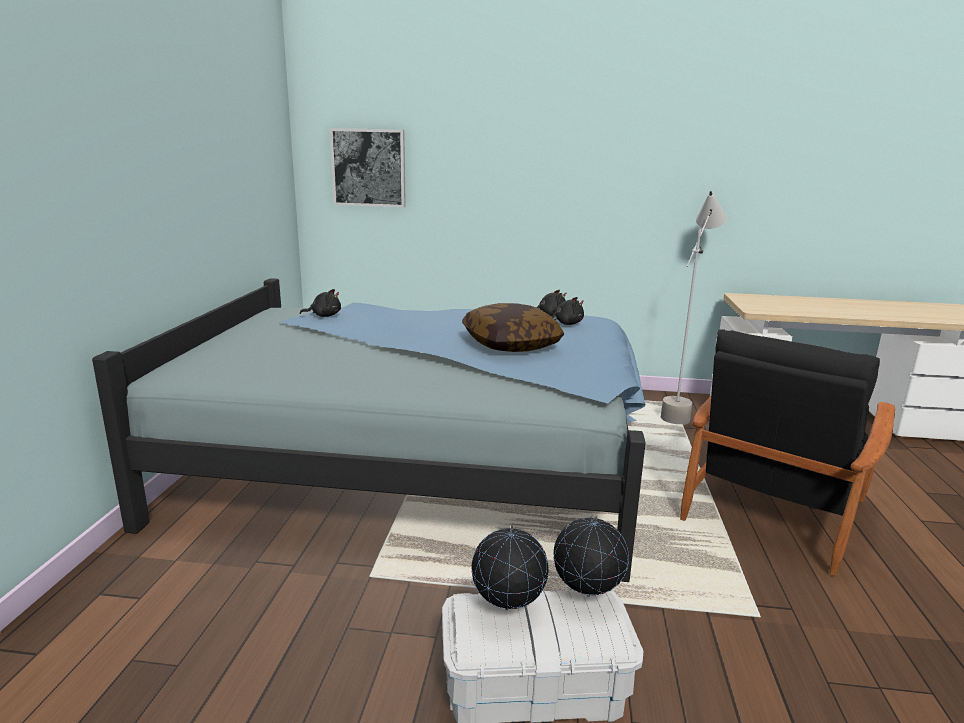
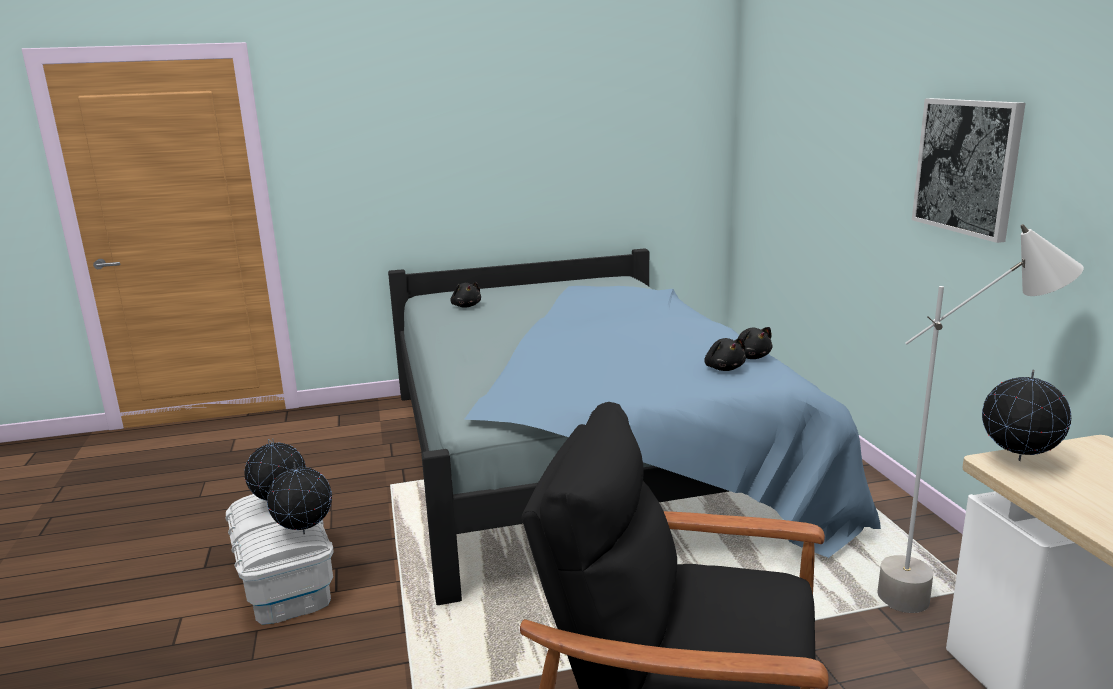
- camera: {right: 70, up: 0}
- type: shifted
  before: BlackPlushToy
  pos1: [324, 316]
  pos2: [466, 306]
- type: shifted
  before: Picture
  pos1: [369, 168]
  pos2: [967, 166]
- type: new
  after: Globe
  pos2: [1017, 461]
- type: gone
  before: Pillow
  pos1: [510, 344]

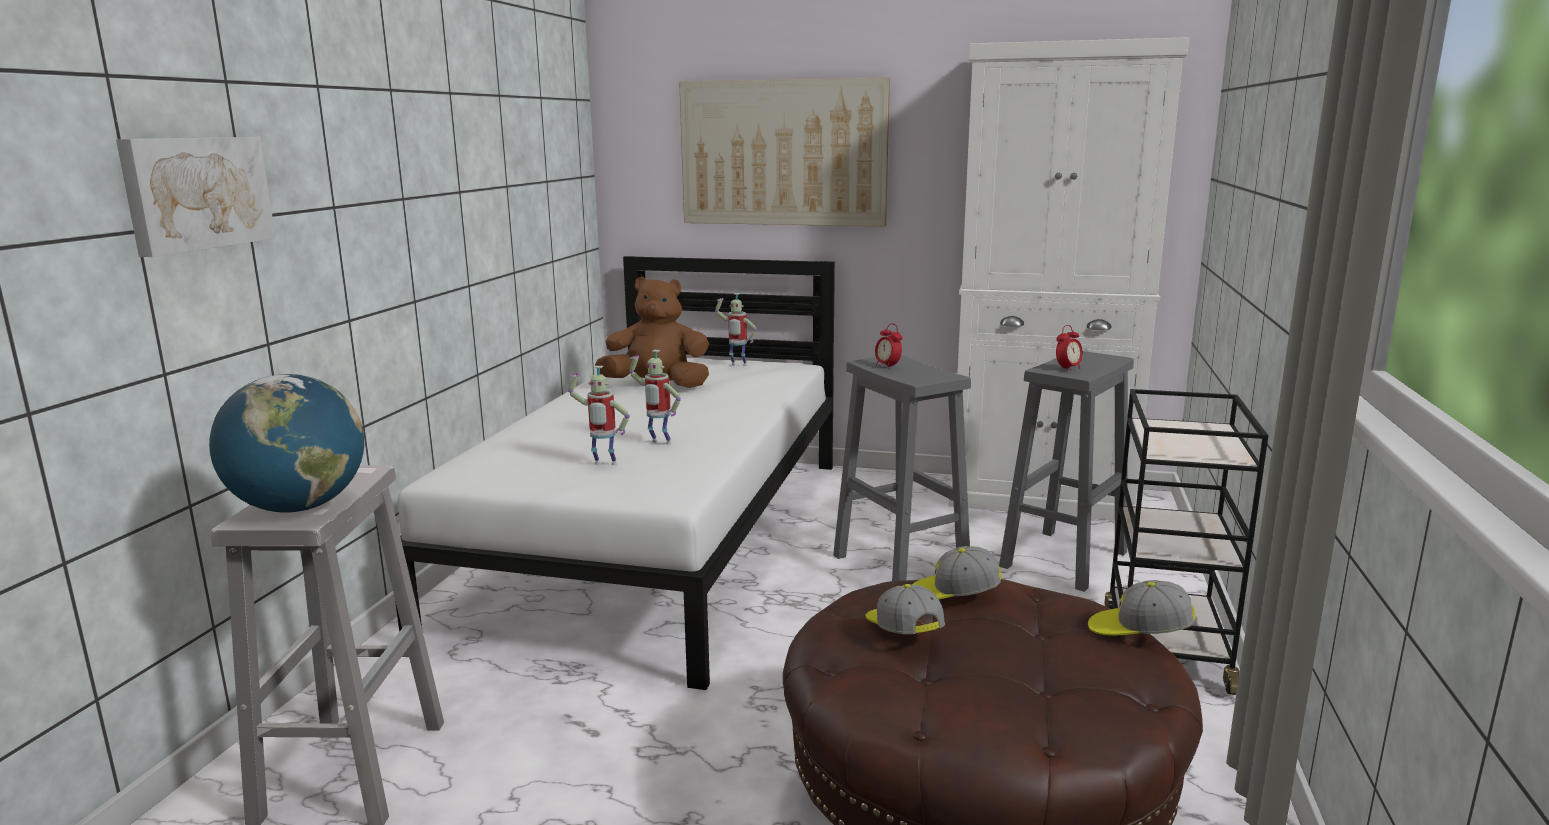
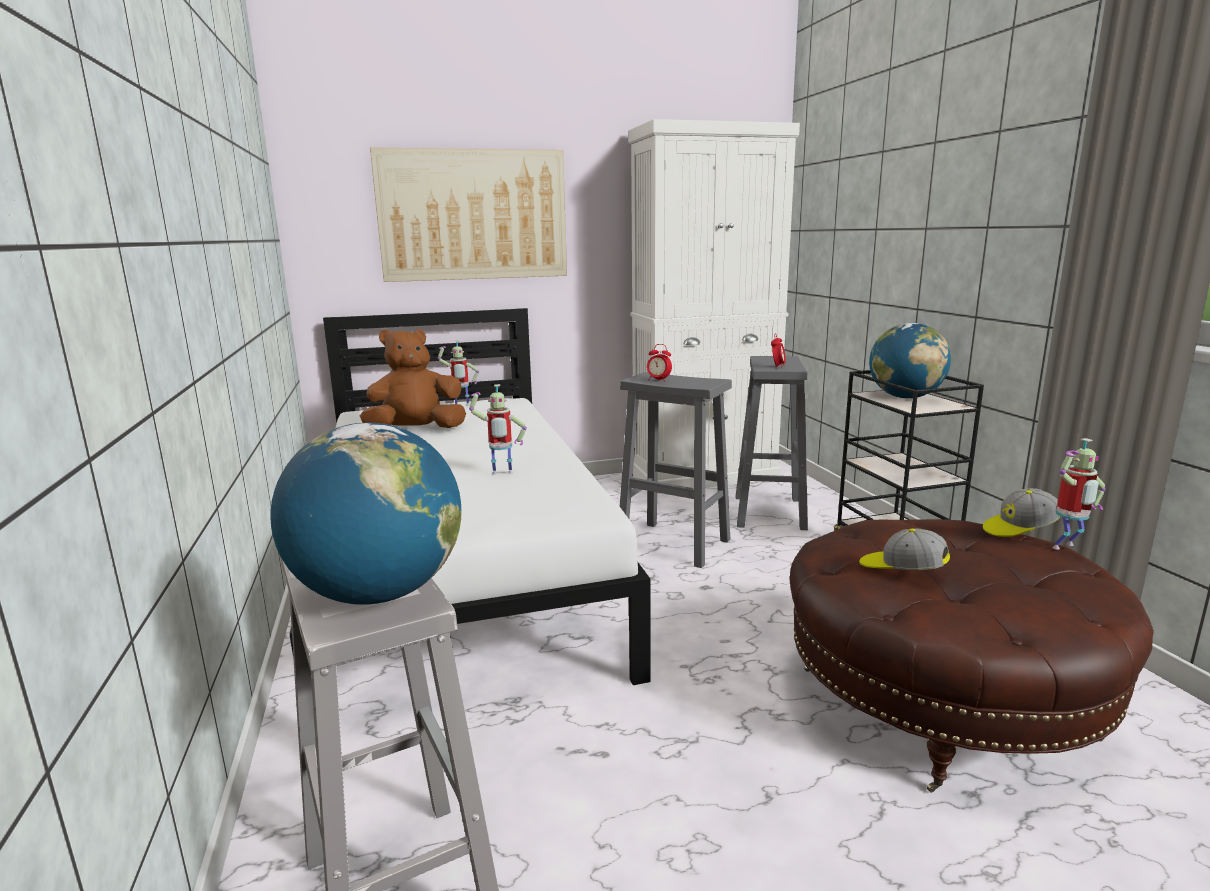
- camera: {right: -30, up: 0}
- type: new
  after: Globe
  pos2: [905, 397]
- type: shifted
  before: ToyRobot
  pos1: [603, 465]
  pos2: [1066, 548]
- type: gone
  before: Picture
  pos1: [196, 193]
- type: gone
  before: Cap
  pos1: [953, 595]

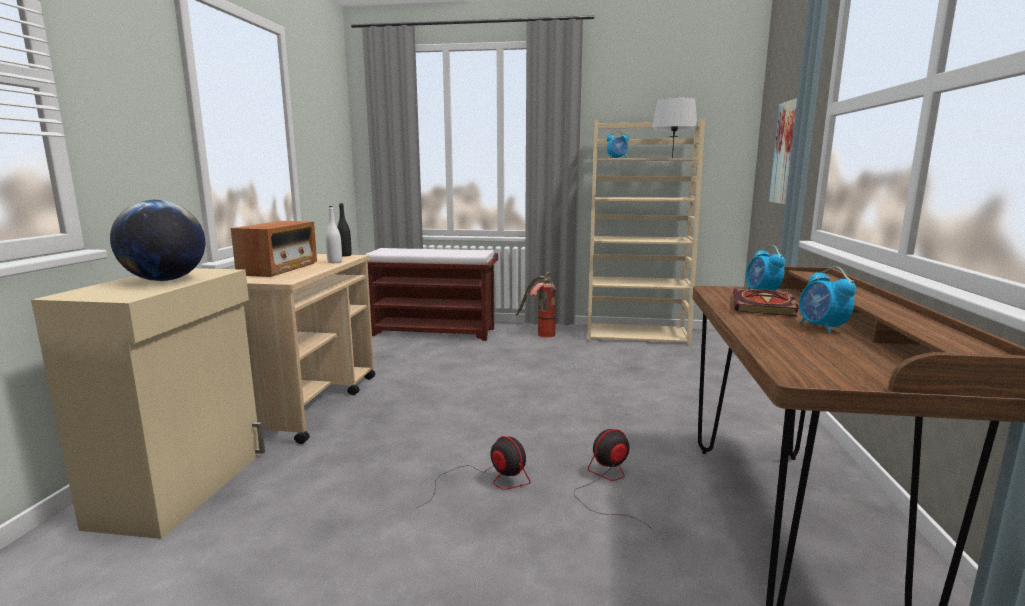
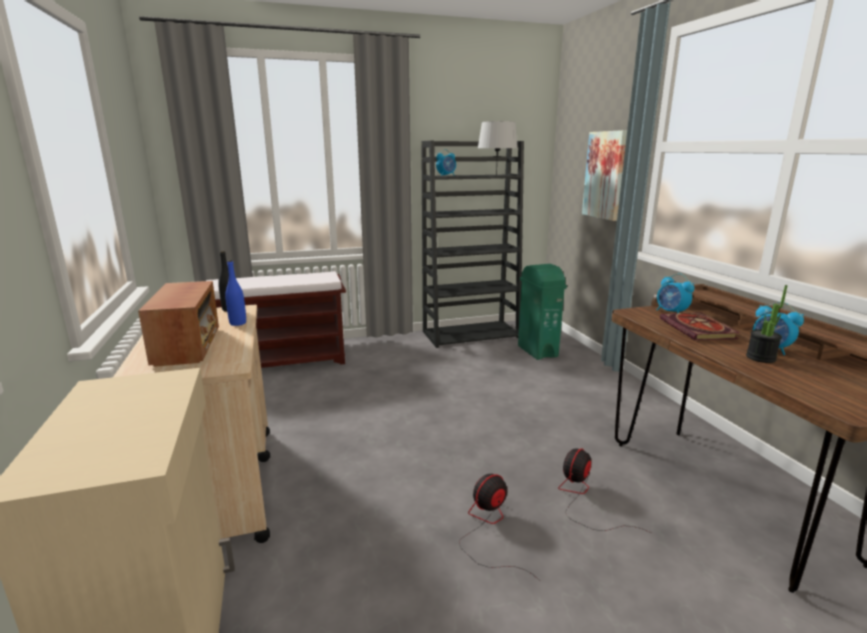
- camera: {right: -25, up: 5}
- type: repainted
  before: WhiteBottle
  after: BlueBottle
  pos1: [335, 262]
  pos2: [238, 323]
- type: repainted
  before: BeigeBookcase
  after: BlackBookcase
  pos1: [637, 335]
  pos2: [471, 334]
- type: rotated
  before: Fan
  pos1: [487, 481]
  pos2: [489, 528]
  turn: -60
- type: new
  after: GreenTrashCan
  pos2: [537, 351]
- type: new
  after: PottedPlant
  pos2: [760, 358]
- type: gone
  before: Globe
  pos1: [165, 280]
- type: gone
  before: FireExtinguisher
  pos1: [539, 334]

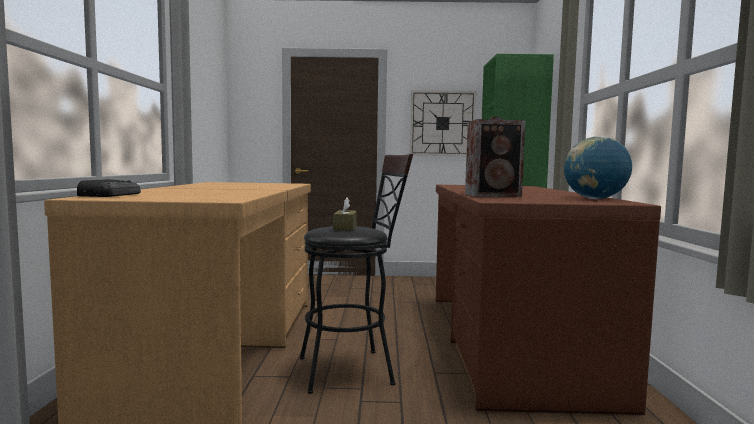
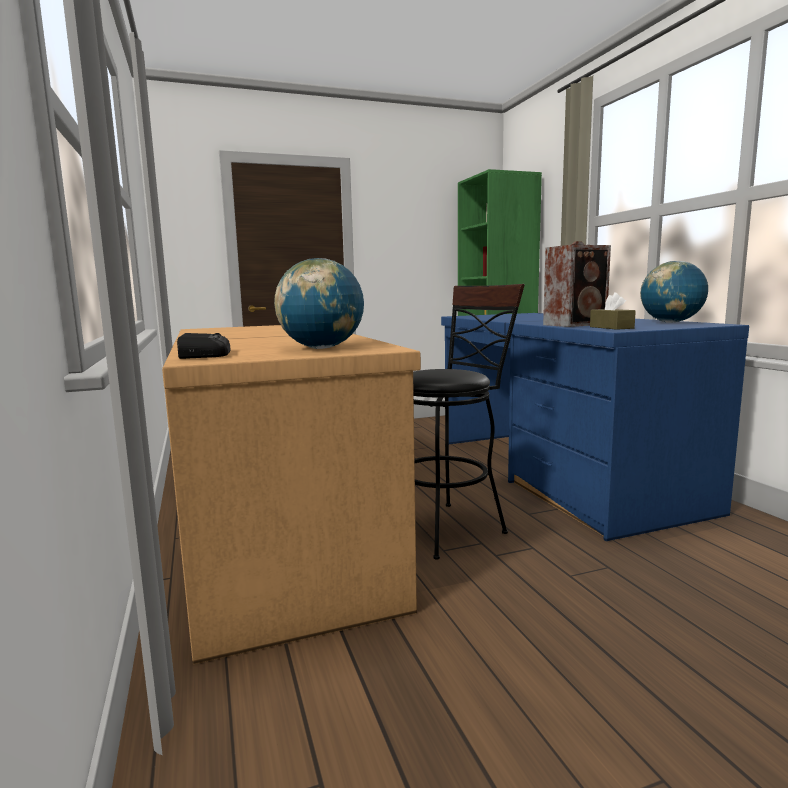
- camera: {right: -20, up: 5}
- type: new
  after: Globe
  pos2: [321, 348]
- type: repainted
  before: BrownDesk
  after: BlueDesk
  pos1: [507, 342]
  pos2: [556, 473]
- type: shifted
  before: BrownTissueBox
  pos1: [345, 227]
  pos2: [611, 327]
- type: gone
  before: WallClock
  pos1: [442, 123]

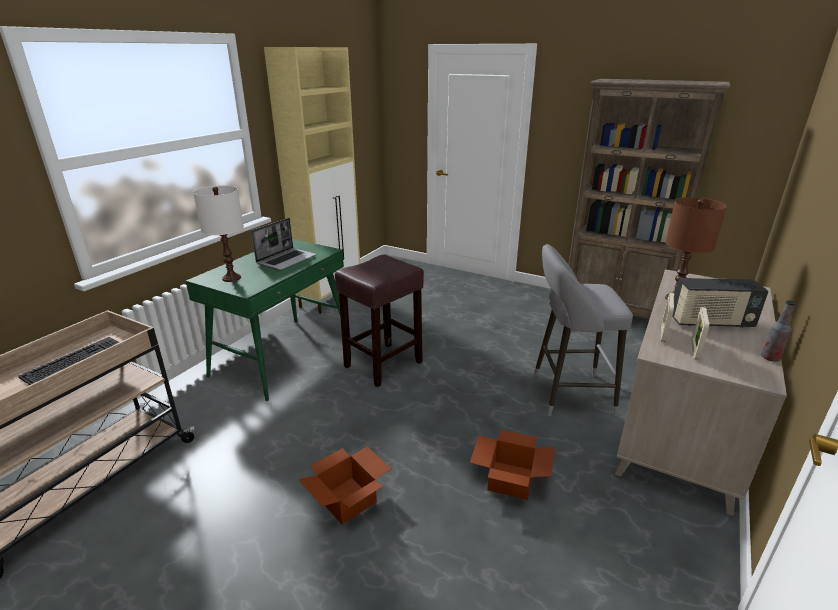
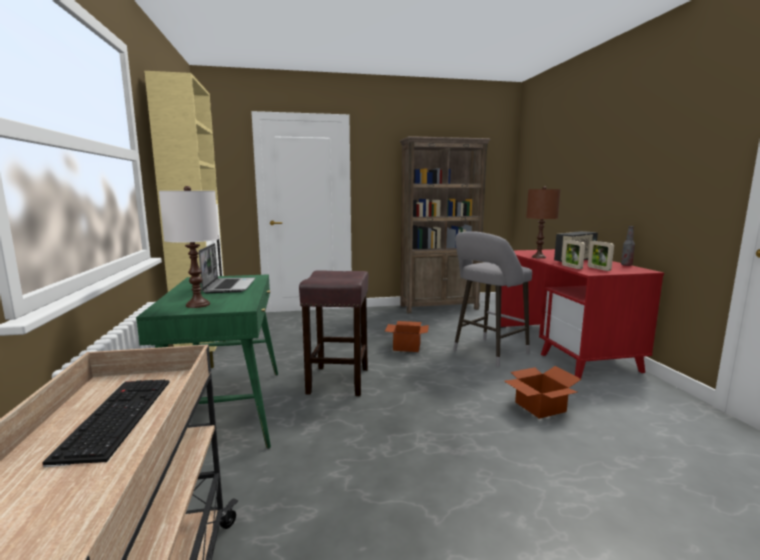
- camera: {right: -40, up: -15}
- type: shifted
  before: CardboardBox
  pos1: [349, 500]
  pos2: [407, 346]
- type: repainted
  before: BeigeDesk
  after: RedDesk
  pos1: [681, 429]
  pos2: [563, 347]

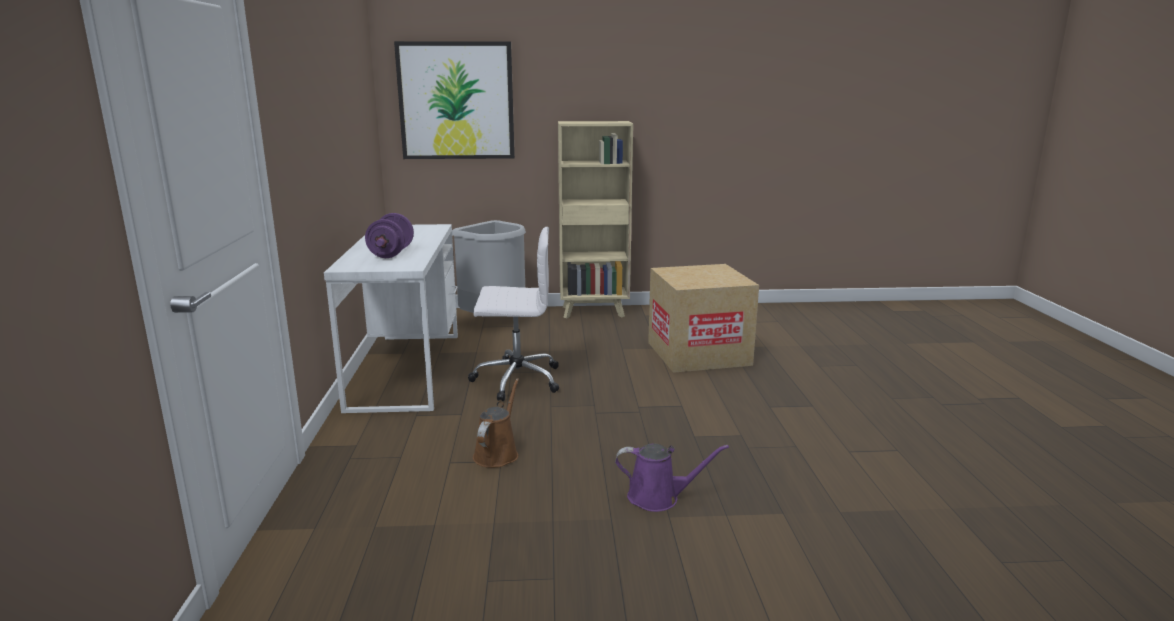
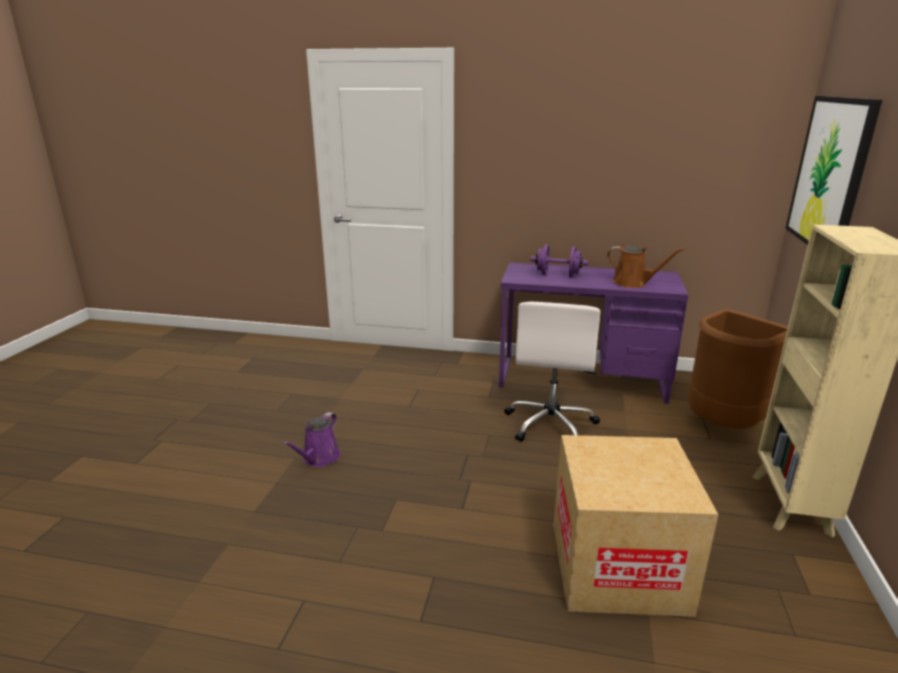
- camera: {right: 105, up: 5}
- type: repainted
  before: WhiteDesk
  after: PurpleDesk
  pos1: [407, 369]
  pos2: [582, 379]
- type: shifted
  before: BrownWateringCan
  pos1: [497, 453]
  pos2: [633, 283]
- type: repainted
  before: GreyTrashCan
  after: BrownTrashCan
  pos1: [495, 322]
  pos2: [722, 427]

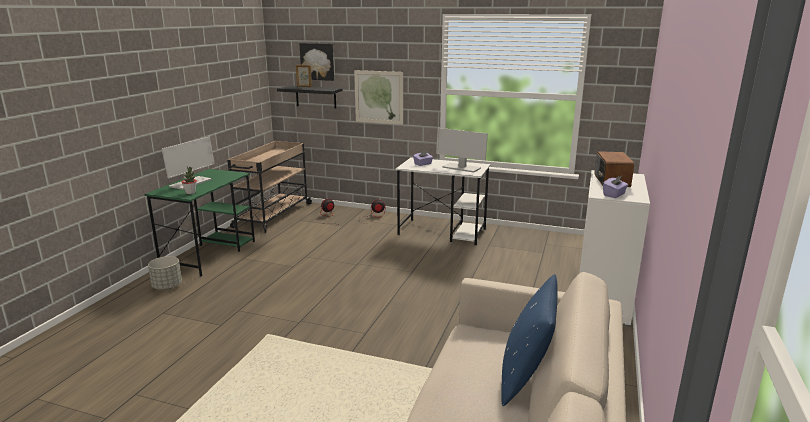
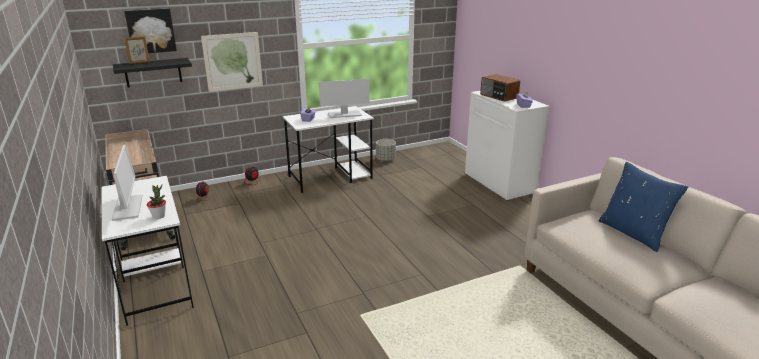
- camera: {right: -45, up: 5}
- type: repainted
  before: GreenDesk
  after: WhiteDesk
  pos1: [210, 254]
  pos2: [155, 284]
- type: shifted
  before: GreyPlanter
  pos1: [167, 286]
  pos2: [386, 159]

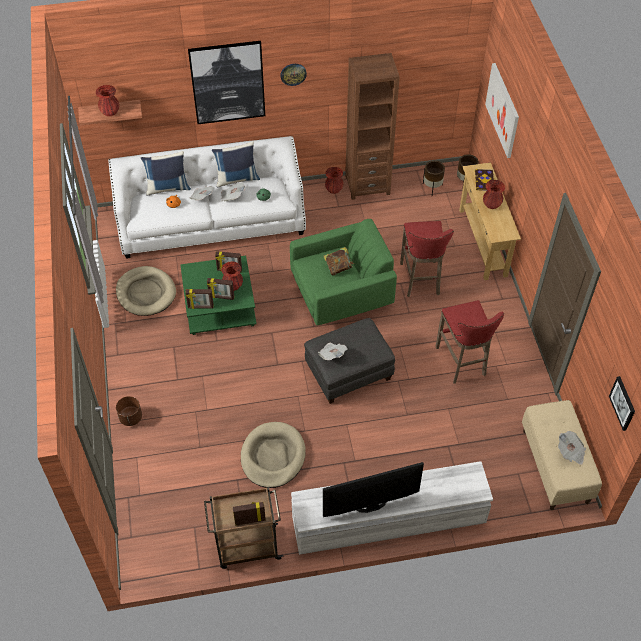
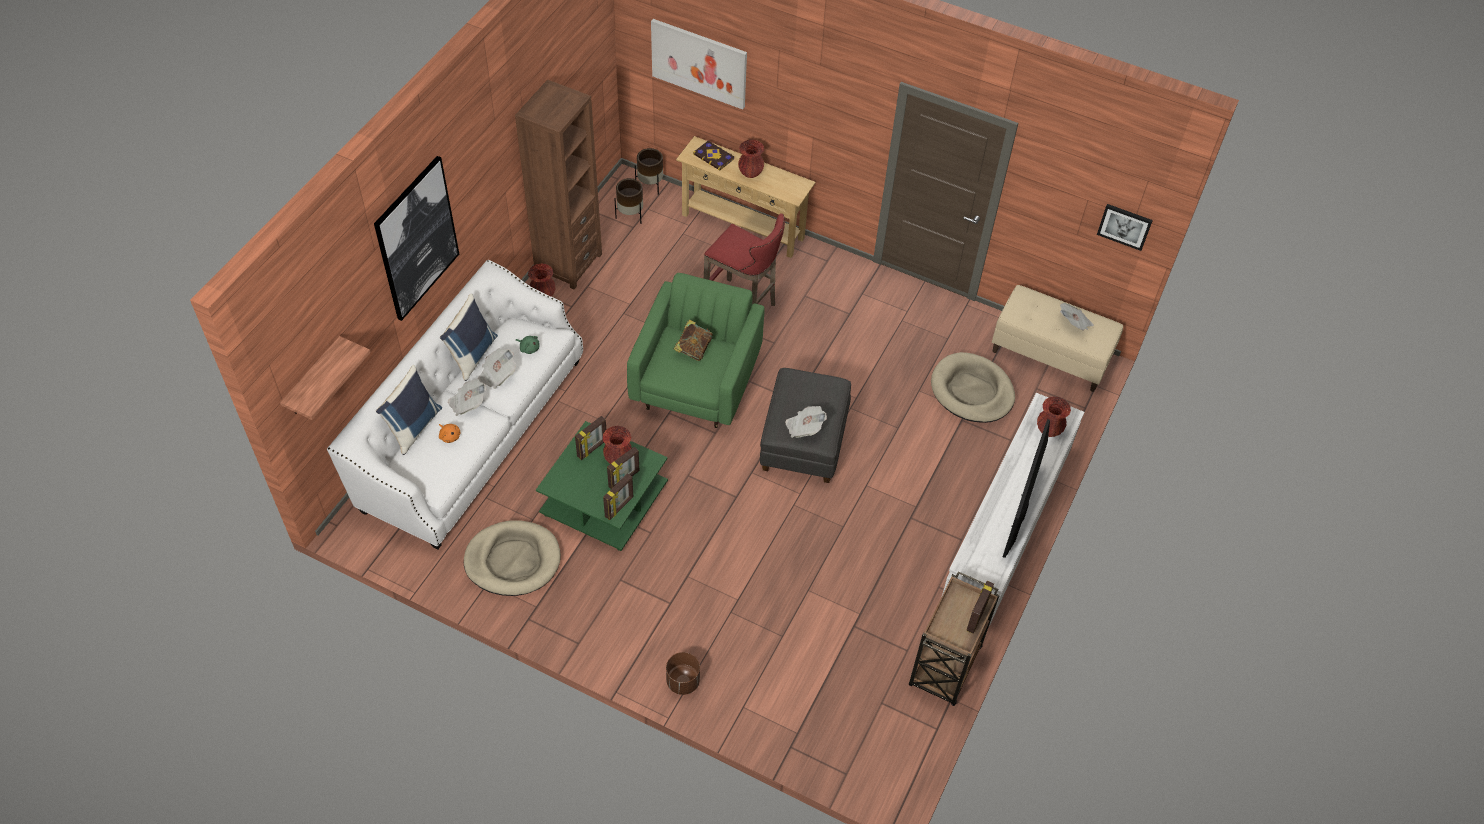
- camera: {right: -55, up: 0}
- type: shifted
  before: BeigeDogBed
  pos1: [273, 456]
  pos2: [972, 391]
- type: shifted
  before: RedVase
  pos1: [110, 112]
  pos2: [1049, 429]
- type: gone
  before: WallClock
  pos1: [293, 74]
- type: gone
  before: RedStool
  pos1: [462, 363]

